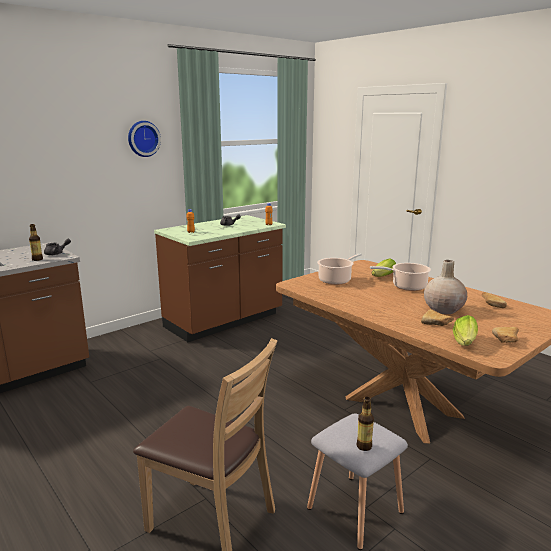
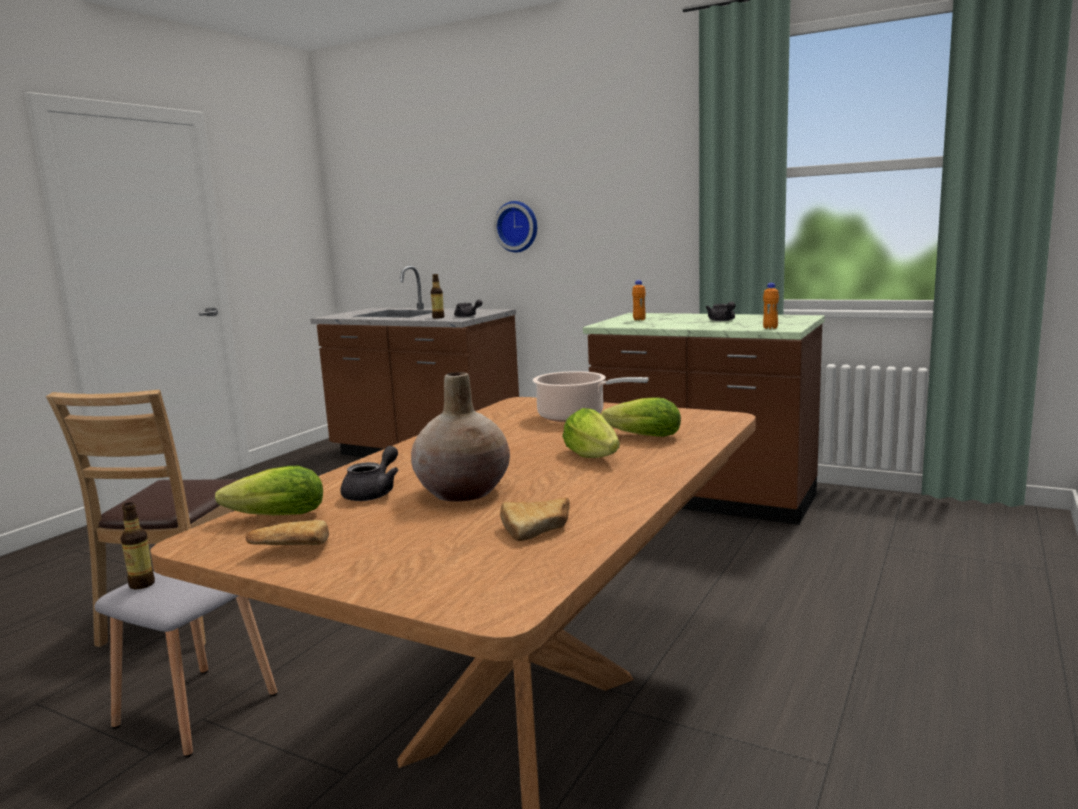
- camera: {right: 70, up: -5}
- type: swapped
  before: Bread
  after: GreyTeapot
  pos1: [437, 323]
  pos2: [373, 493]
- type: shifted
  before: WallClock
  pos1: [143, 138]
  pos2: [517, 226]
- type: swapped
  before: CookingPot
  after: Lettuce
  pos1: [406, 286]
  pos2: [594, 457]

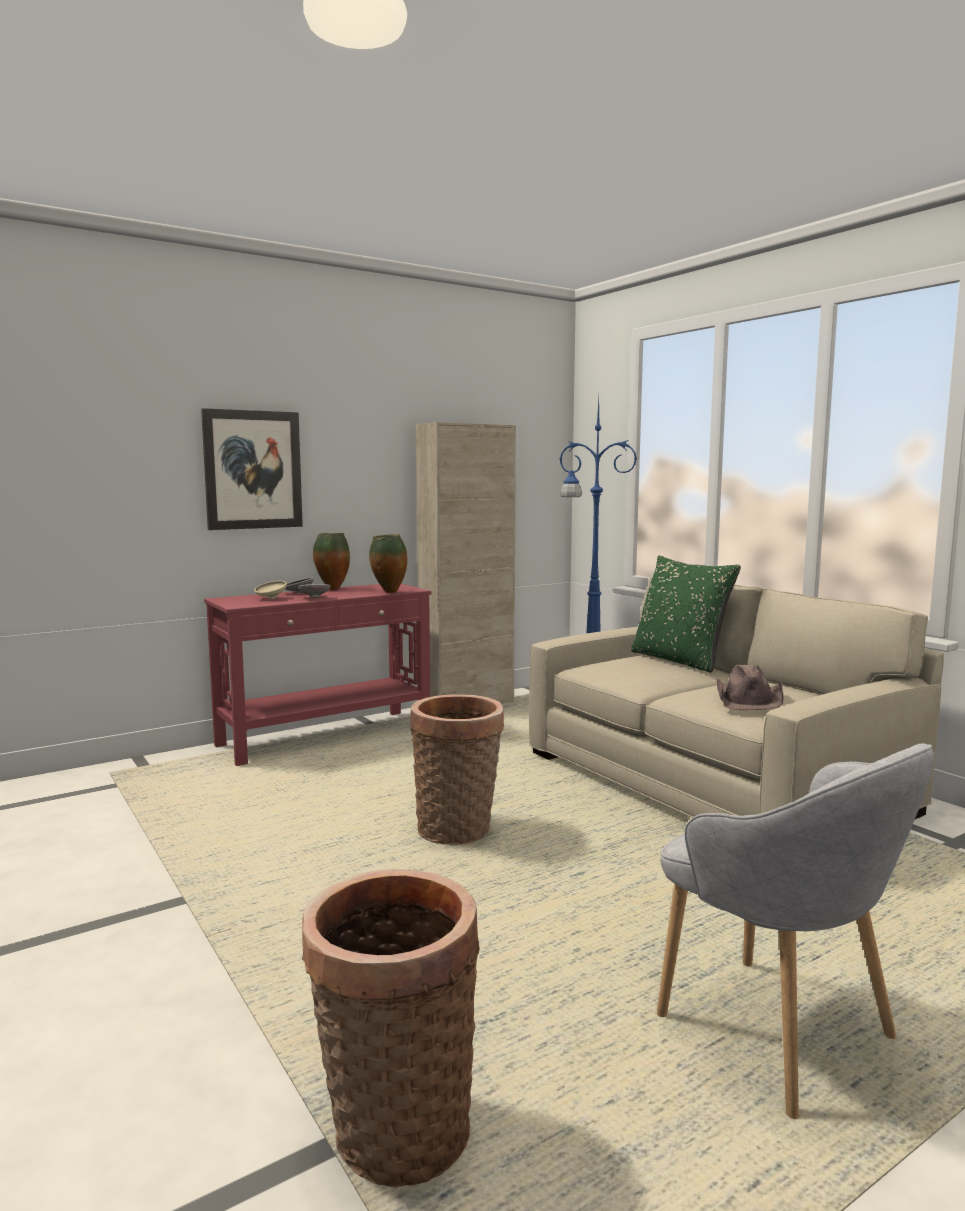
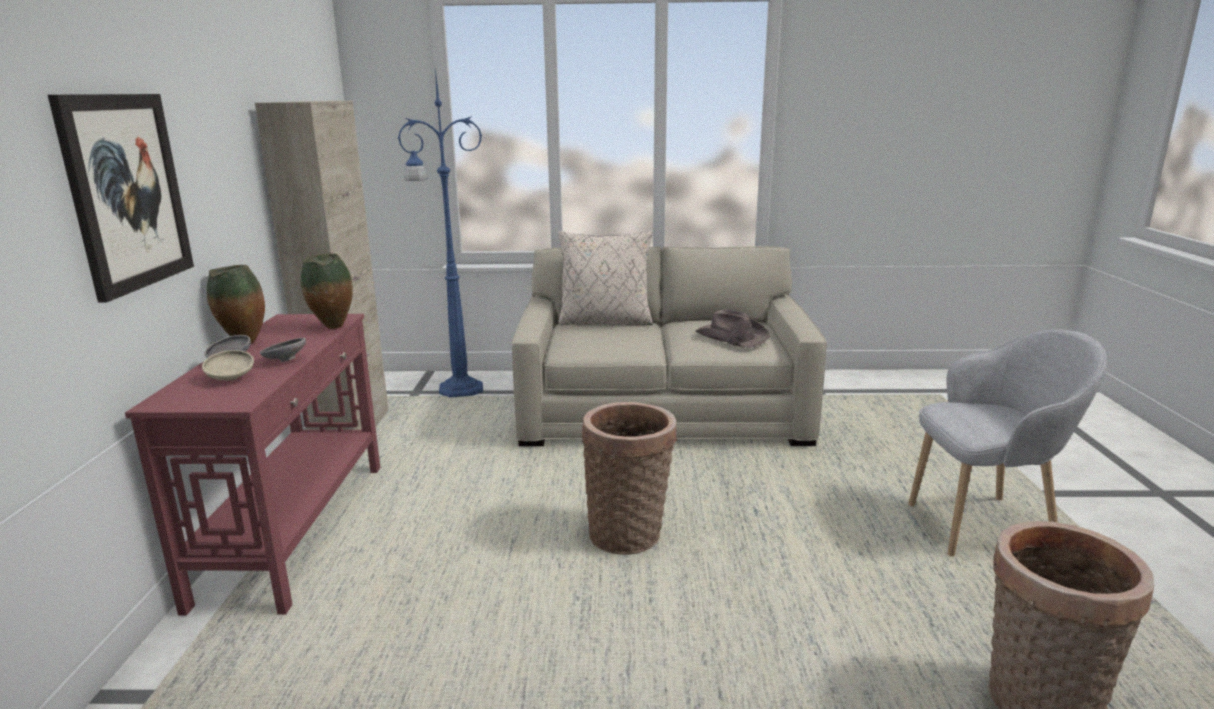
- camera: {right: -55, up: 10}
- type: repainted
  before: GreenPillow
  after: BeigePillow
  pos1: [679, 660]
  pos2: [605, 321]

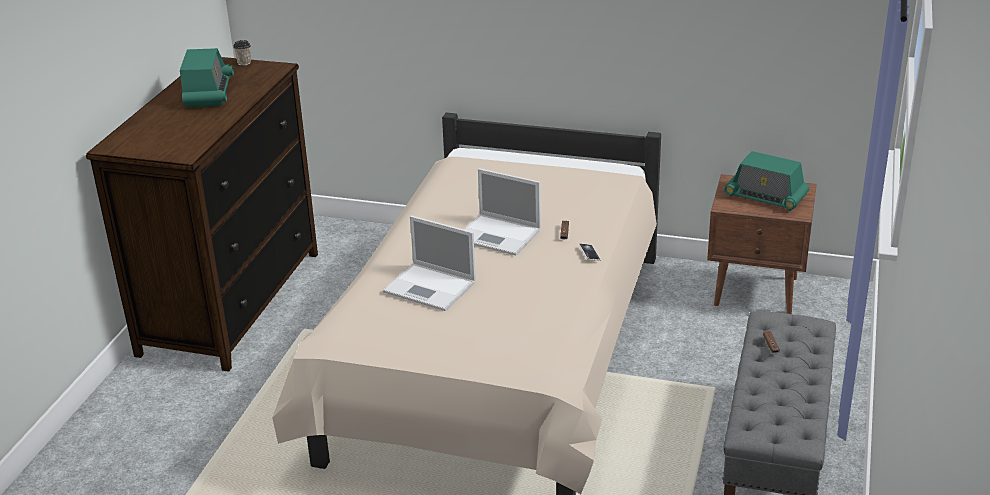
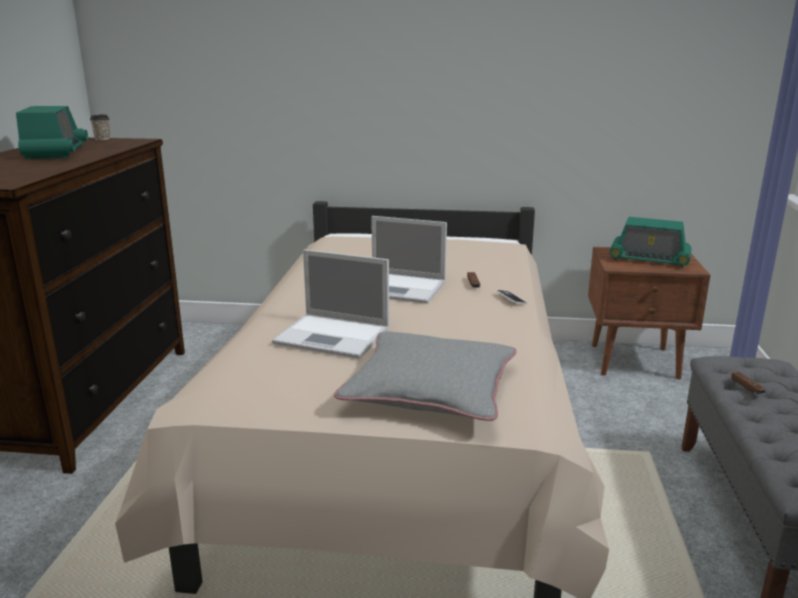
- camera: {right: -10, up: -10}
- type: new
  after: GreyPillow
  pos2: [430, 388]

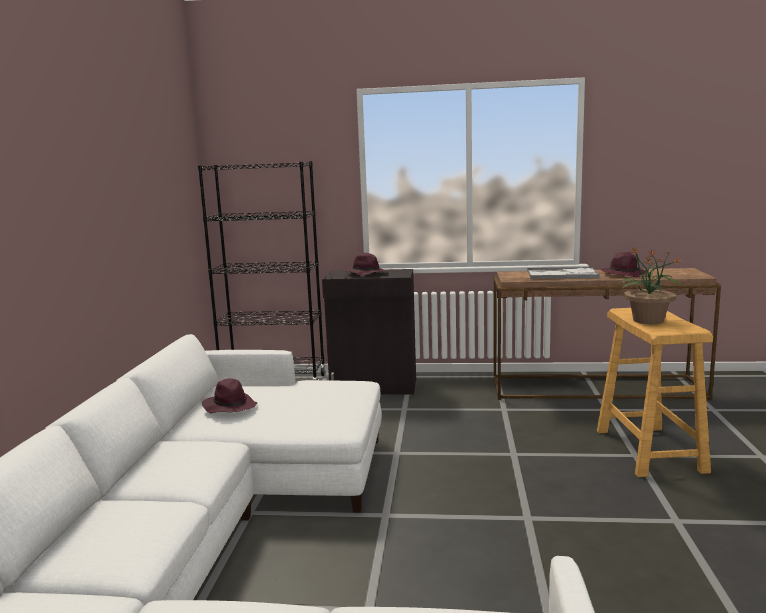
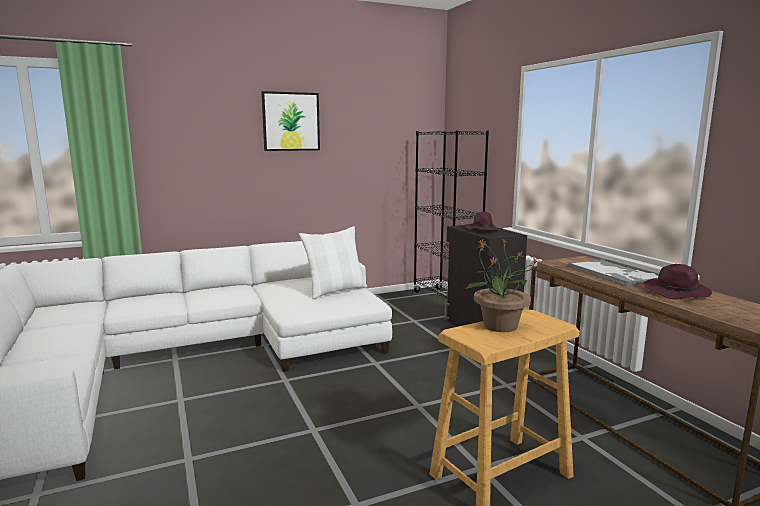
- camera: {right: 60, up: 0}
- type: new
  after: Picture
  pos2: [291, 121]
- type: new
  after: WhitePillow
  pos2: [335, 291]
- type: gone
  before: PurpleHat
  pos1: [229, 407]

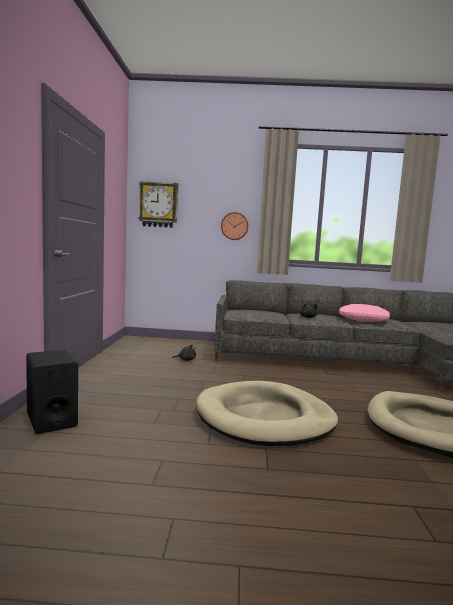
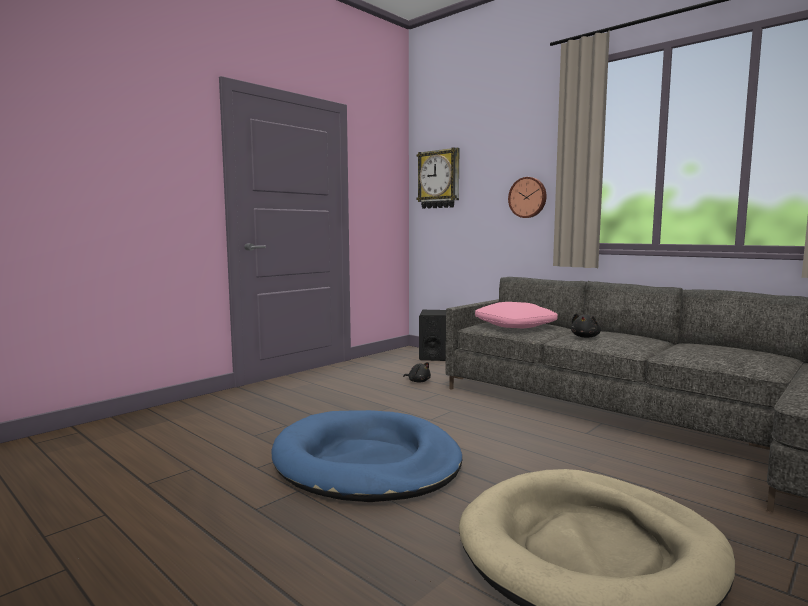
- camera: {right: 40, up: 0}
- type: repainted
  before: BeigeDogBed
  after: BlueDogBed
  pos1: [265, 418]
  pos2: [366, 462]
- type: shifted
  before: BlackSpeaker
  pos1: [51, 419]
  pos2: [433, 356]
- type: shifted
  before: PinkPillow
  pos1: [363, 319]
  pos2: [515, 325]

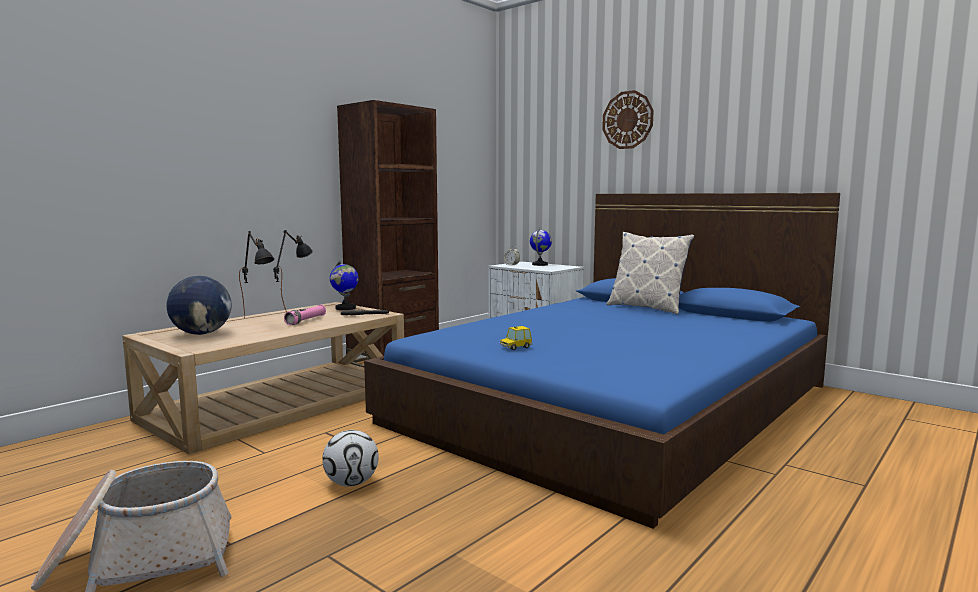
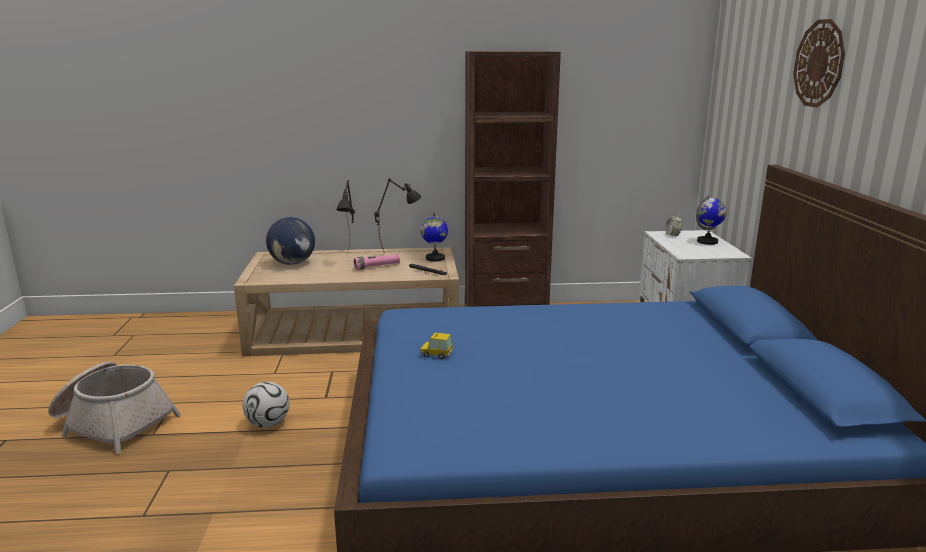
- camera: {right: 45, up: 10}
- type: gone
  before: Pillow
  pos1: [647, 308]

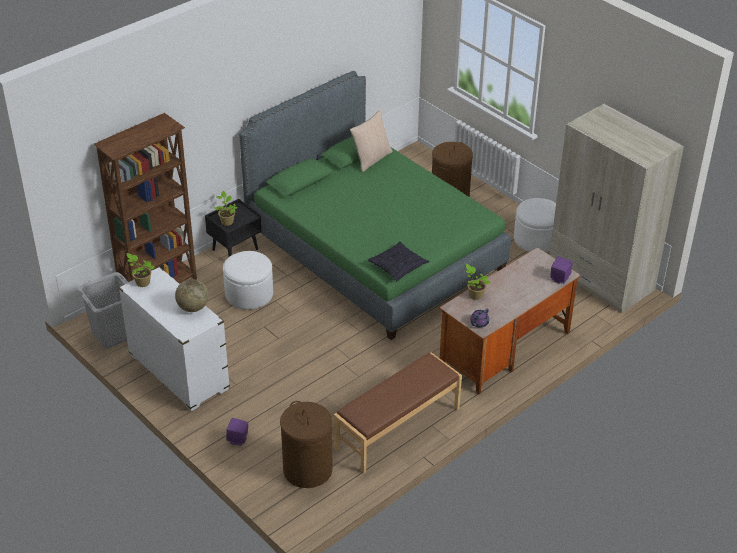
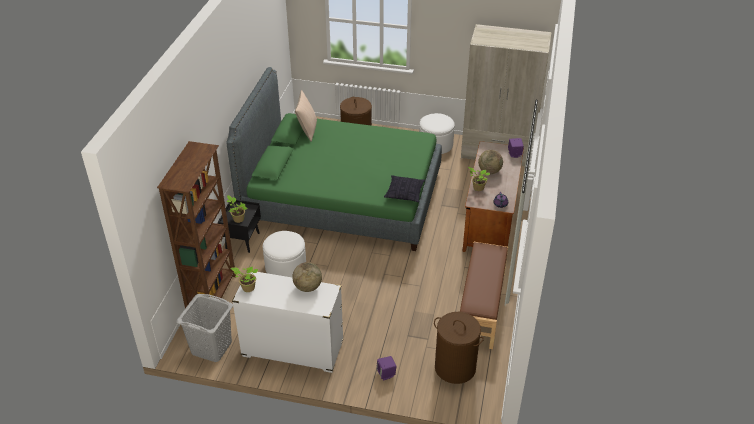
- camera: {right: -35, up: 0}
- type: new
  after: Globe
  pos2: [489, 171]

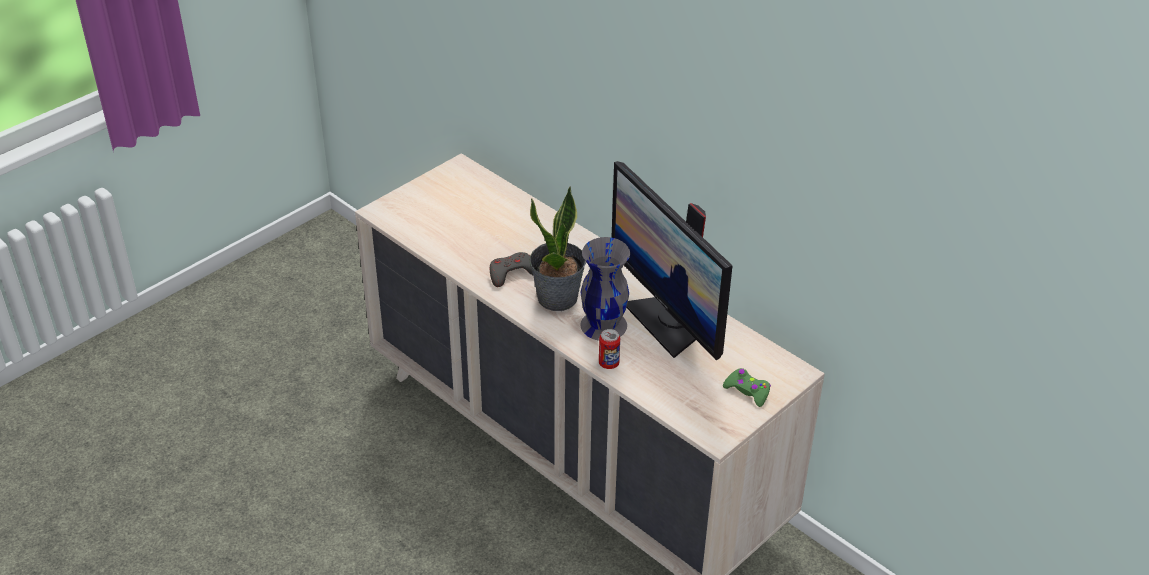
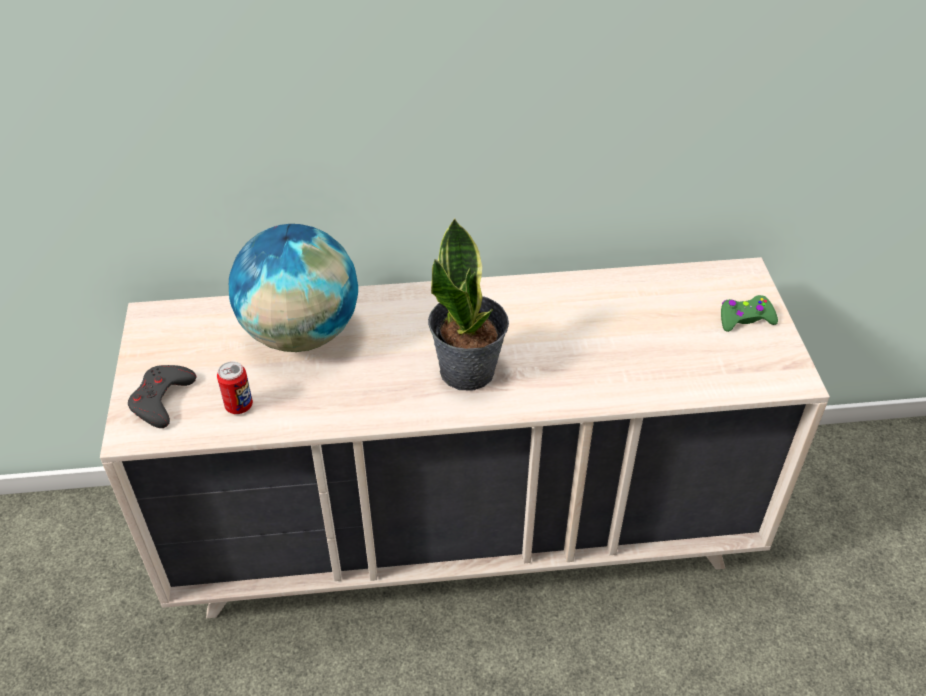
- camera: {right: -50, up: 5}
- type: shifted
  before: GreyGameController
  pos1: [513, 273]
  pos2: [162, 399]
- type: shifted
  before: Can
  pos1: [608, 363]
  pos2: [239, 406]
- type: new
  after: Globe
  pos2: [301, 333]
- type: gone
  before: GreyVase
  pos1: [603, 324]
- type: gone
  before: Monitor
  pos1: [667, 322]

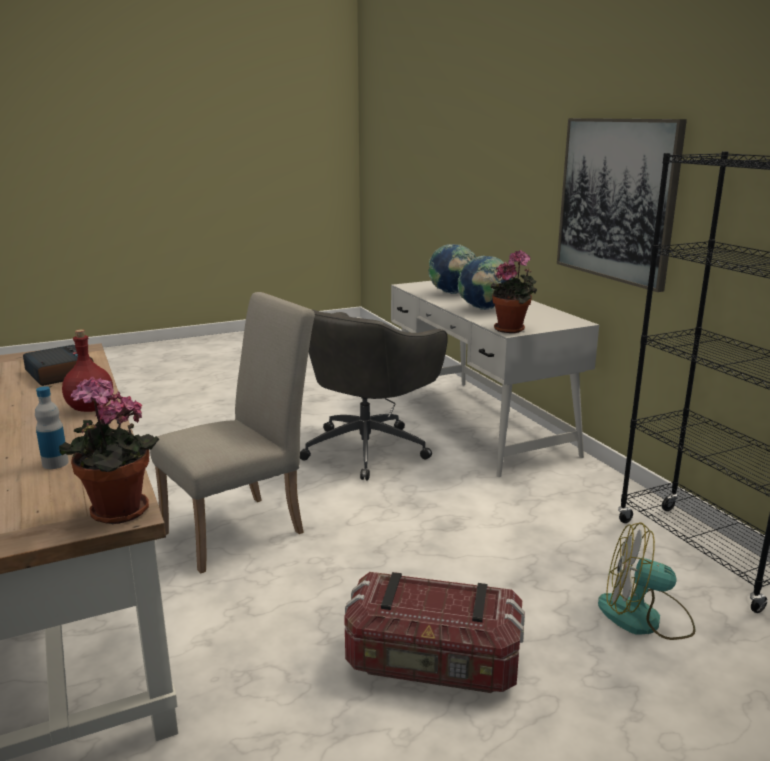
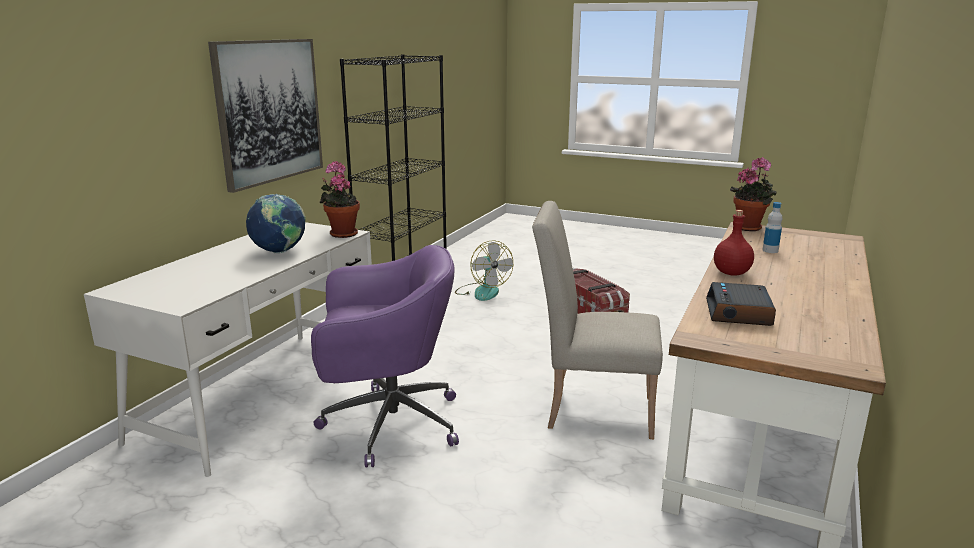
- camera: {right: -130, up: 0}
- type: repainted
  before: GreyOfficeChair
  after: PurpleOfficeChair
  pos1: [368, 448]
  pos2: [388, 423]
- type: gone
  before: Globe
  pos1: [452, 293]

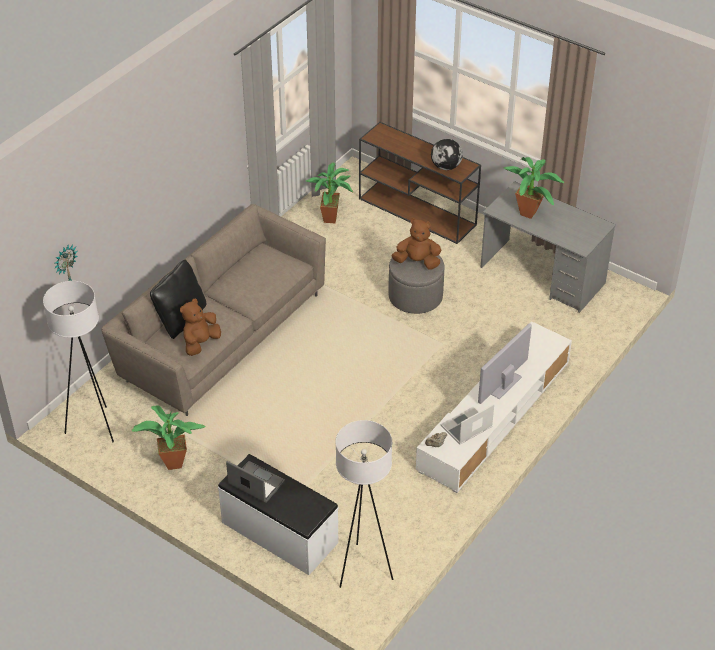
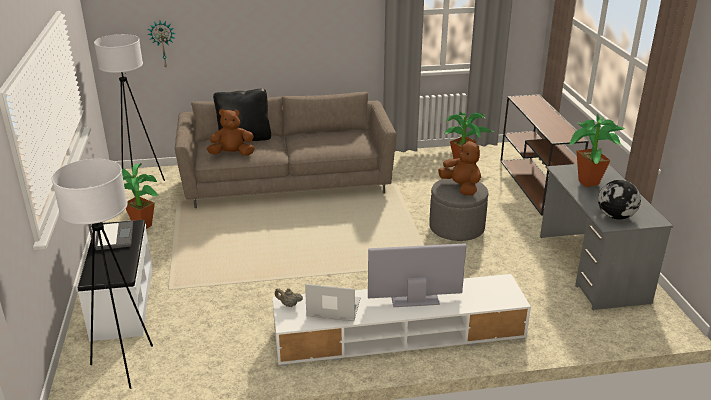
- camera: {right: 45, up: -15}
- type: shifted
  before: Globe
  pos1: [446, 167]
  pos2: [615, 217]

